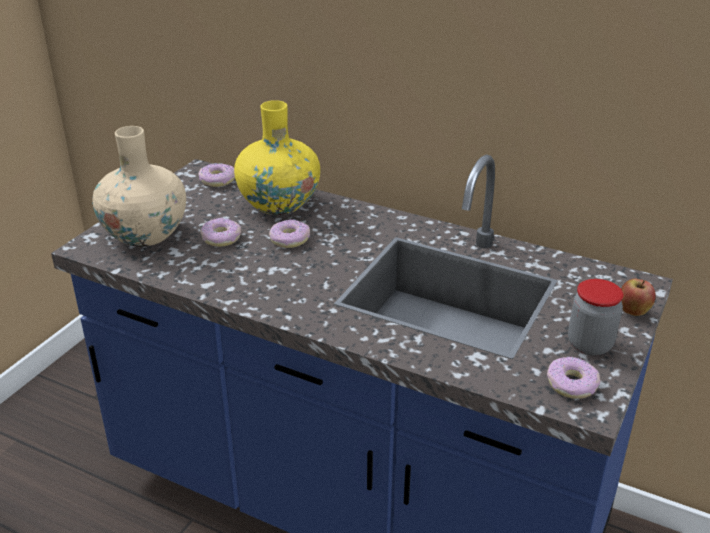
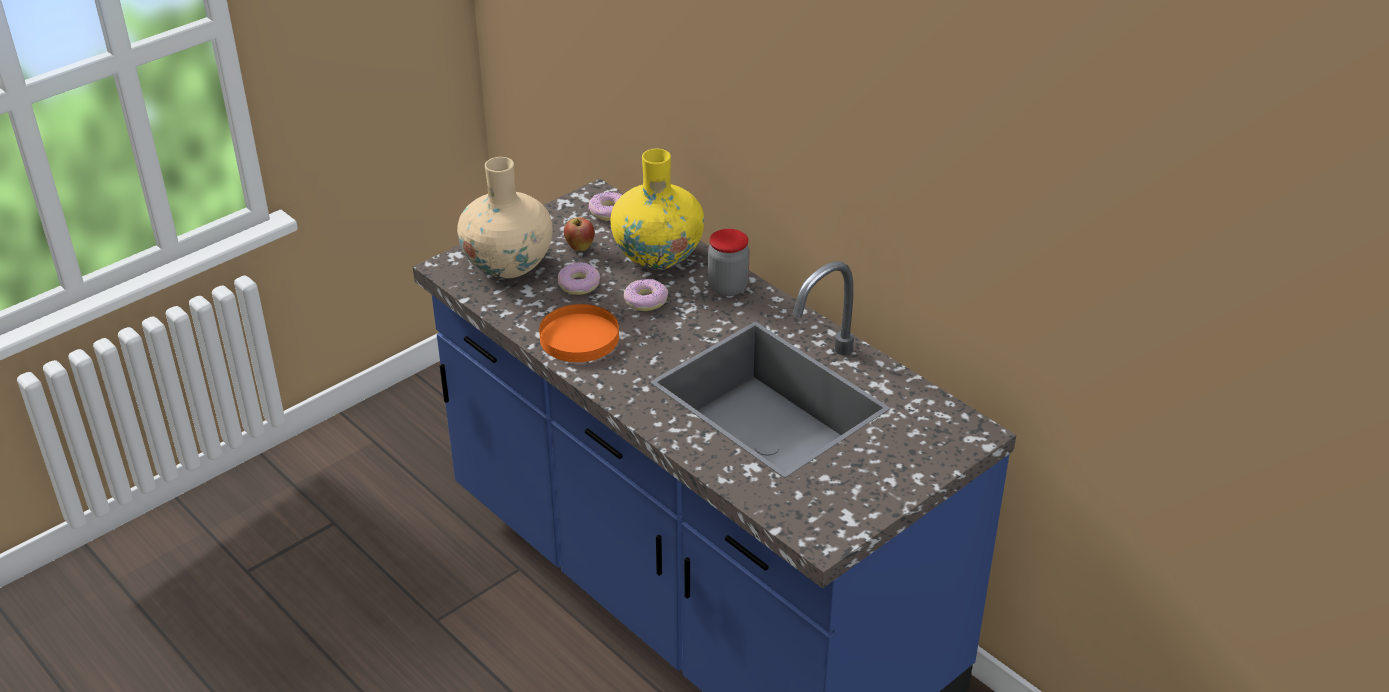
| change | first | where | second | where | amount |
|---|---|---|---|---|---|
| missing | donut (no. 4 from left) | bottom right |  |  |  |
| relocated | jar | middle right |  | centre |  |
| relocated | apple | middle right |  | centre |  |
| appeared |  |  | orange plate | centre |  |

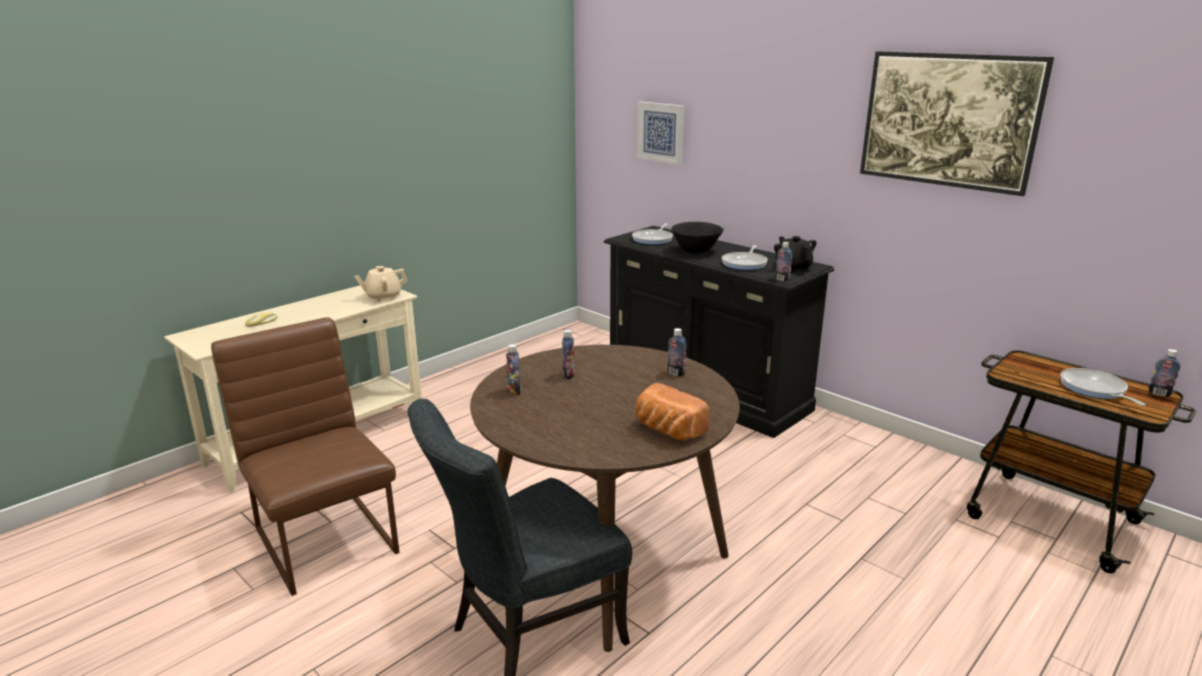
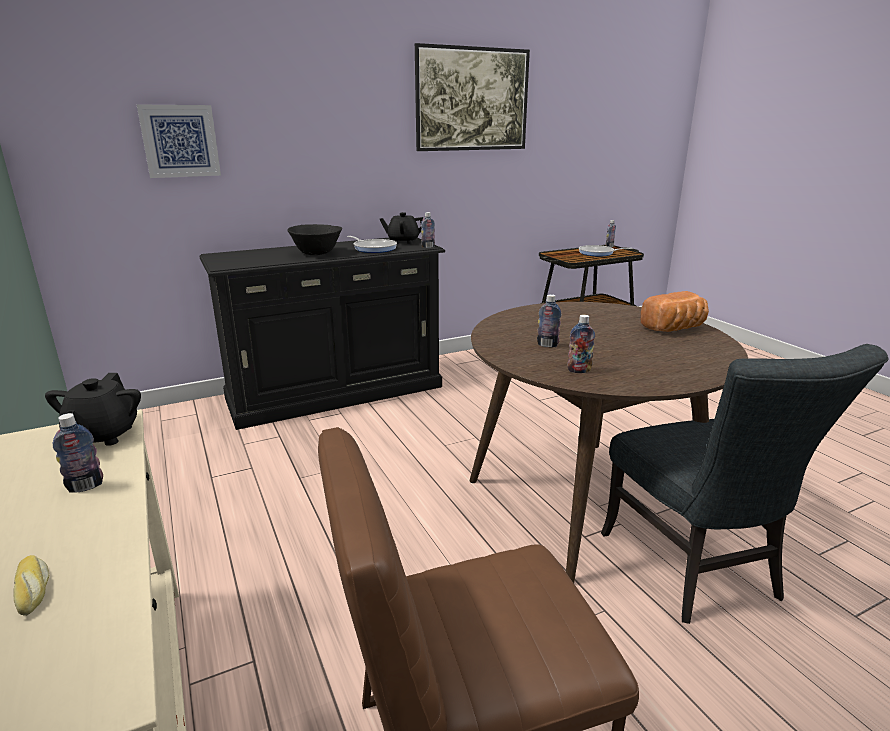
| change | first | where | second | where | amount |
|---|---|---|---|---|---|
| colour | beige teapot | middle left | black teapot (no. 1 from left) | middle left |  |
| missing | frying pan (no. 1 from left) | centre |  |  |  |
| relocated | bottle (no. 3 from left in the first image) | centre | bottle (no. 1 from left) | middle left |  |

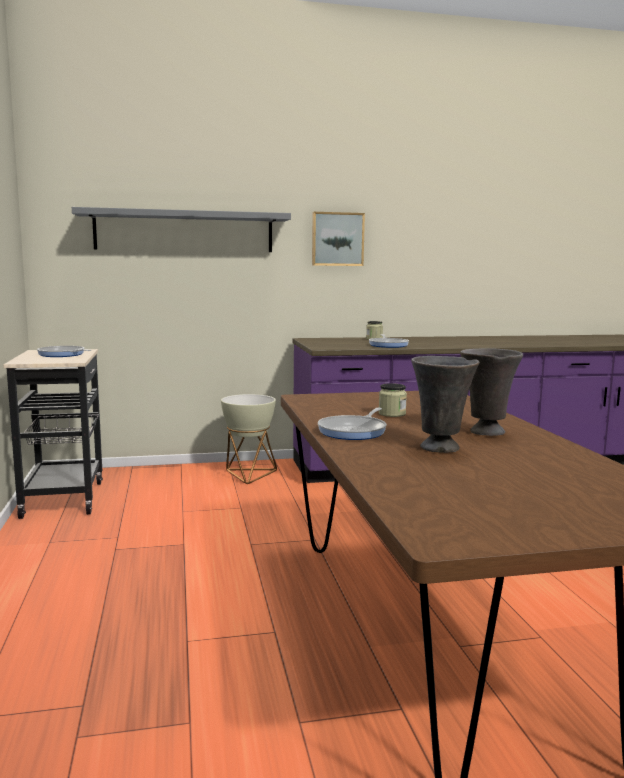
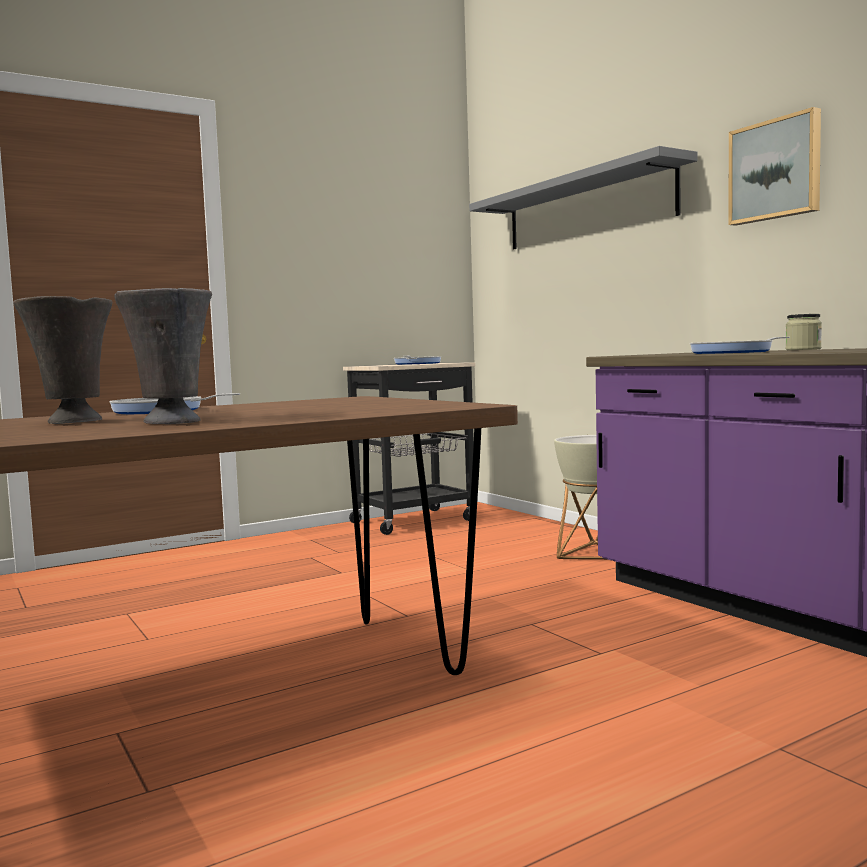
| change | first | where | second | where | amount |
|---|---|---|---|---|---|
| missing | jar (no. 2 from left) | centre |  |  |  |

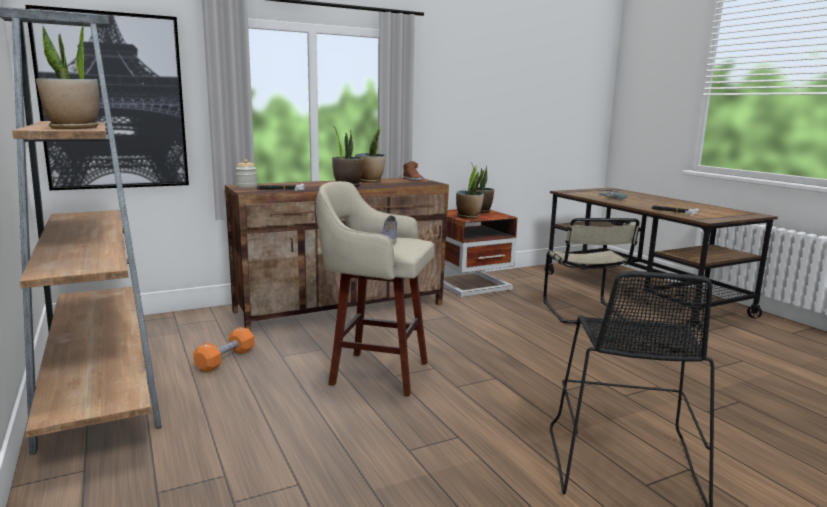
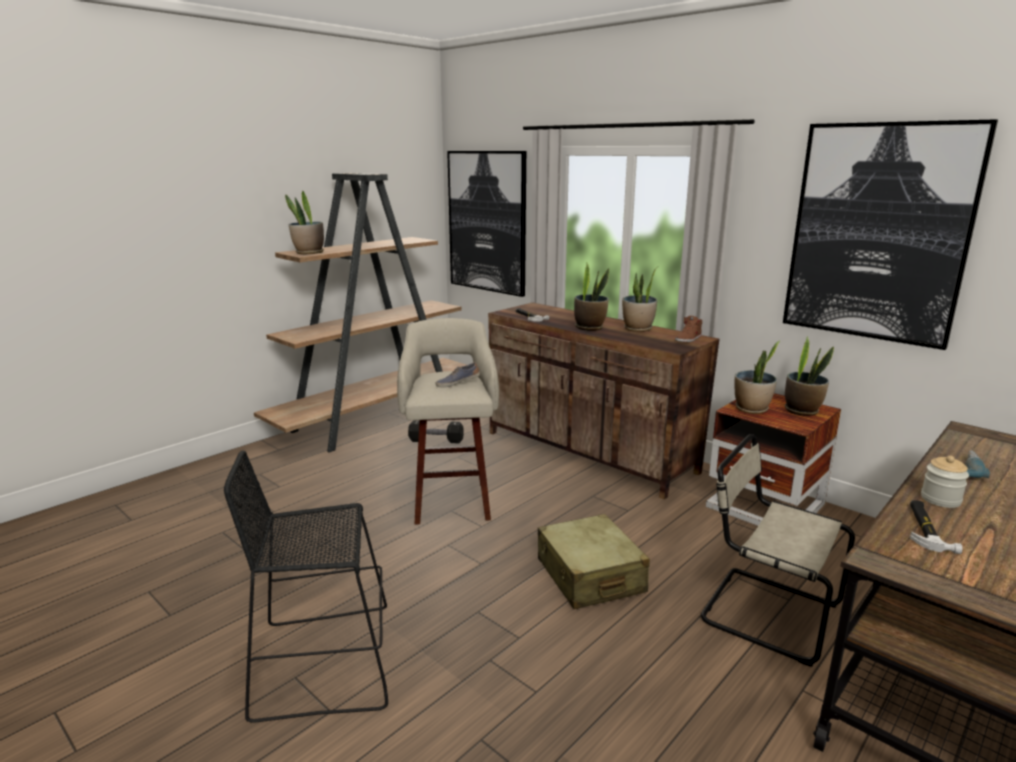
| change | first | where | second | where | amount |
|---|---|---|---|---|---|
| colour | orange dumbbell | bottom left | black dumbbell | centre |  |
| relocated | jar | middle left |  | middle right |  |
| spun | beige chair | middle right |  | bottom right | 60 degrees clockwise |
| appeared |  |  | beige suitcase | bottom centre |  |
| appeared |  |  | picture (no. 2 from left) | top right |  |

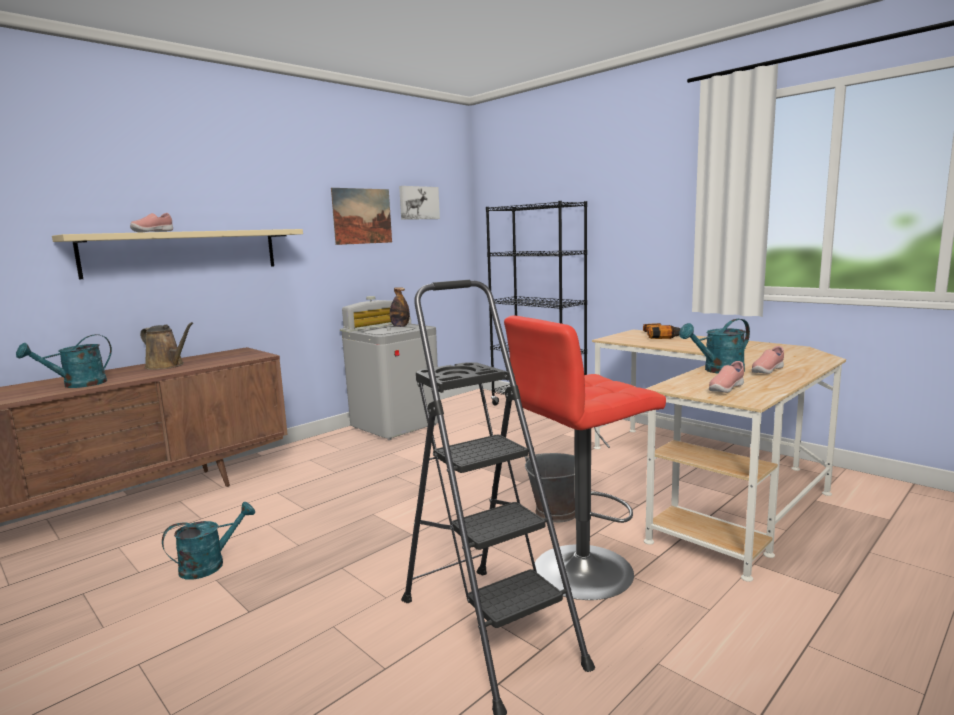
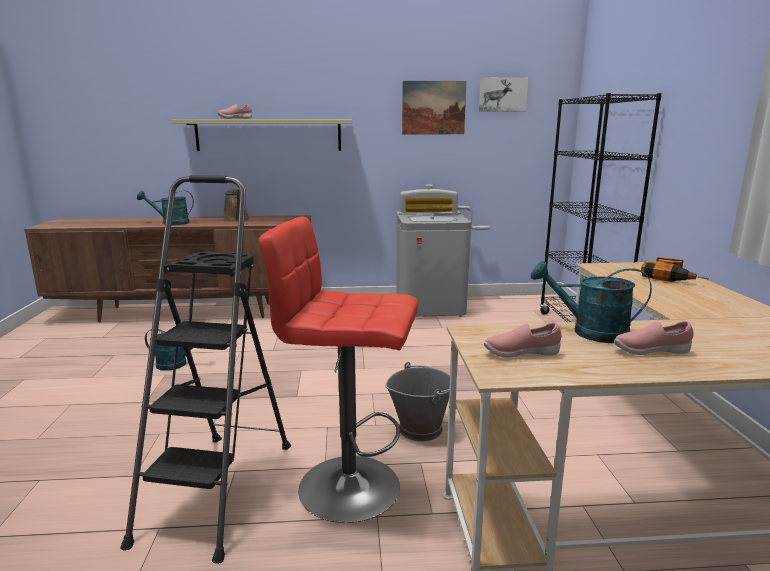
| change | first | where | second | where | amount |
|---|---|---|---|---|---|
| missing | bottle | centre |  |  |  |

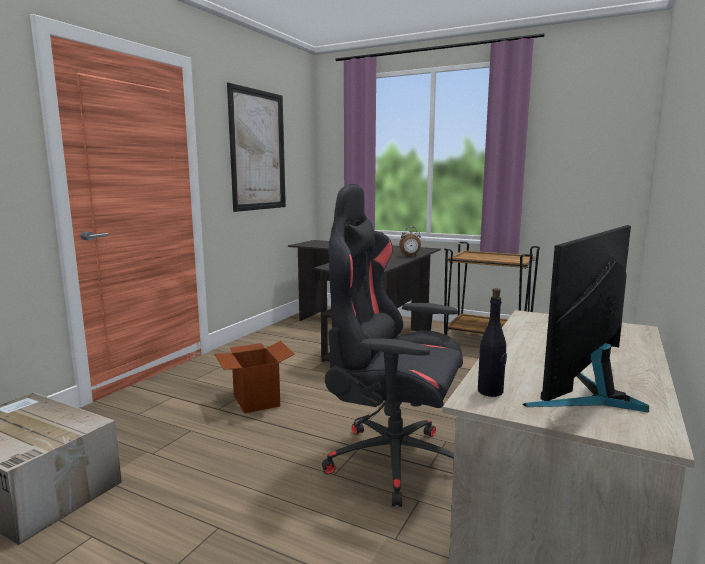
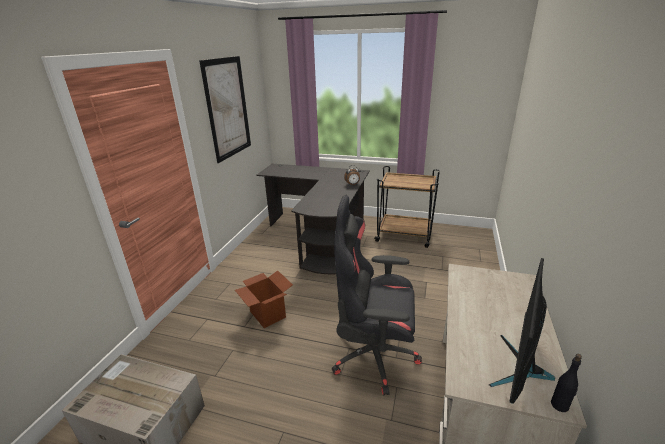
| change | first | where | second | where | amount |
|---|---|---|---|---|---|
| relocated | black bottle | middle right |  | bottom right |  |

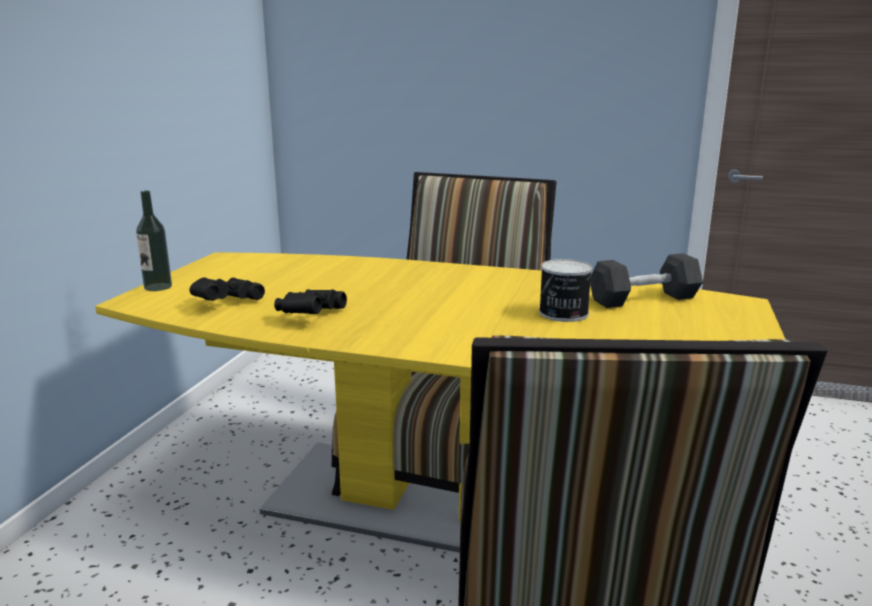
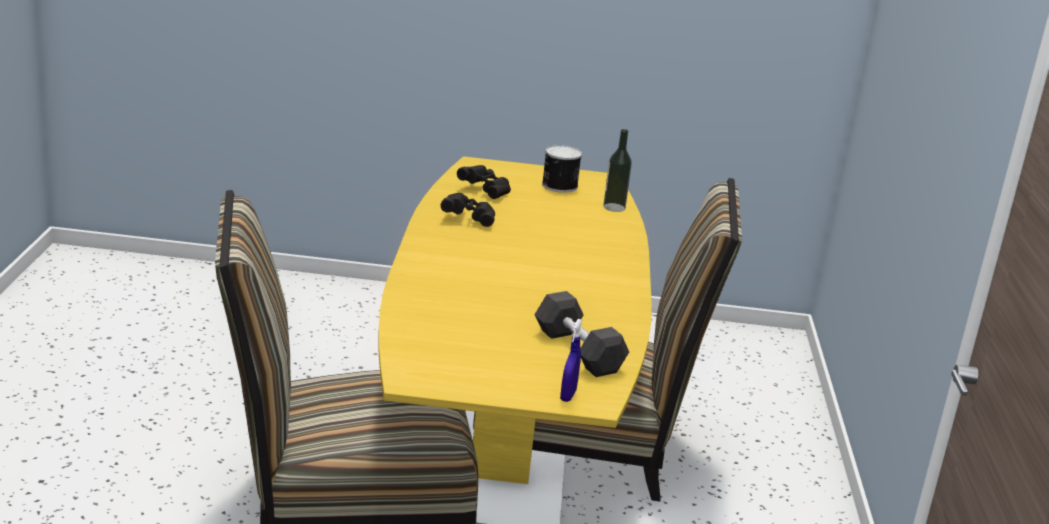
| change | first | where | second | where | amount |
|---|---|---|---|---|---|
| relocated | bottle | middle left |  | top centre |  |
| relocated | can | centre |  | top centre |  |
| appeared |  |  | blue spray bottle | bottom centre |  |

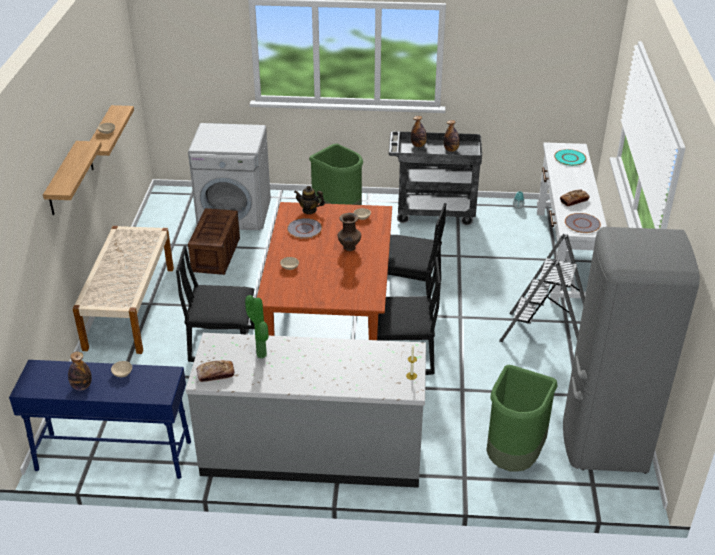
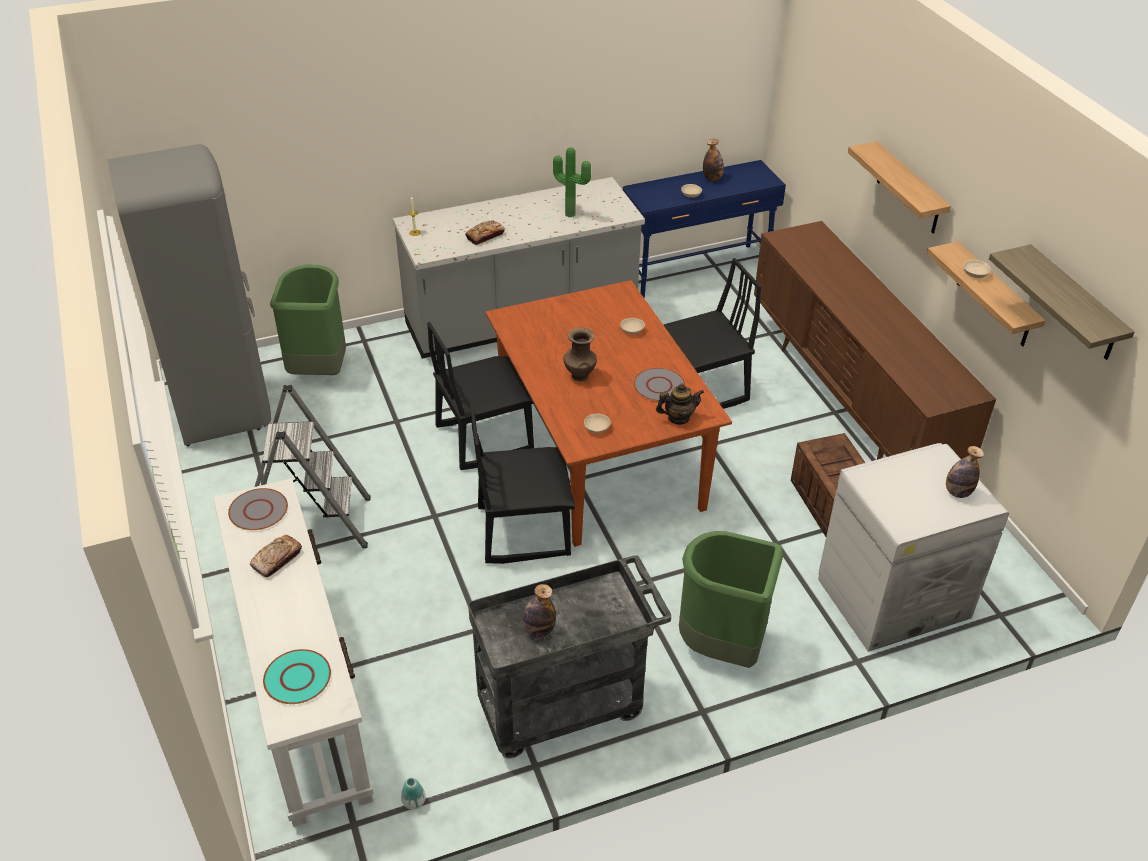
| change | first | where | second | where | amount |
|---|---|---|---|---|---|
| exchanged | beige bench | middle left | brown cabinet | middle right |  |
| relocated | bread (no. 1 from left in the first image) | bottom left | bread (no. 2 from left) | top centre |  |
| relocated | bottle (no. 2 from left in the first image) | top centre | bottle (no. 3 from left) | middle right |  |
| appeared |  |  | shelf (no. 3 from left) | middle right |  |

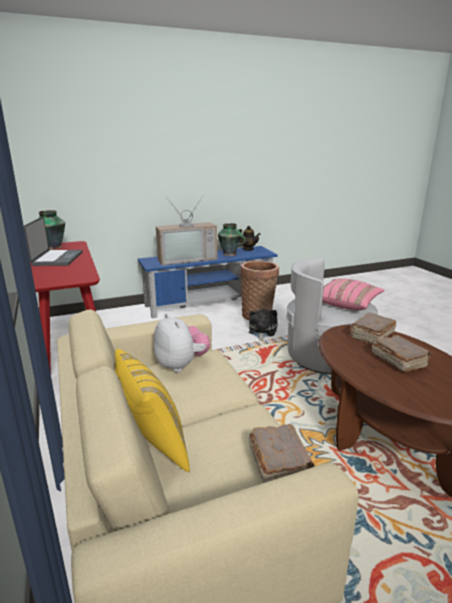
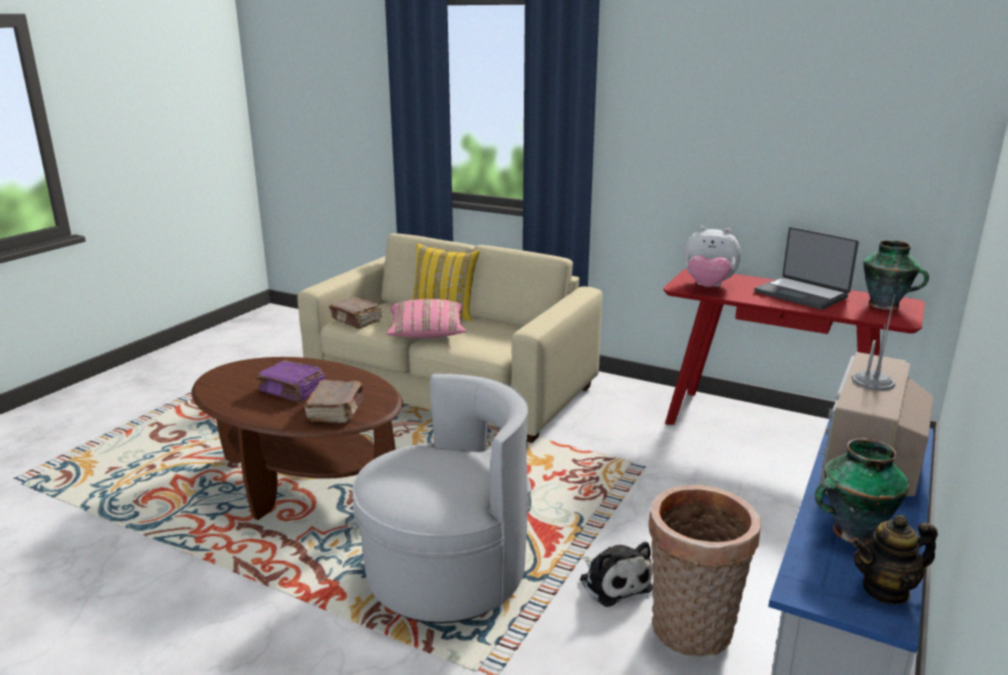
| change | first | where | second | where | amount |
|---|---|---|---|---|---|
| relocated | plush toy (no. 1 from left in the first image) | centre | plush toy (no. 2 from left) | middle right |  |
| relocated | pink pillow | middle right |  | centre |  |
| colour | brown book (no. 3 from left) | middle right | purple book | middle left |  |

